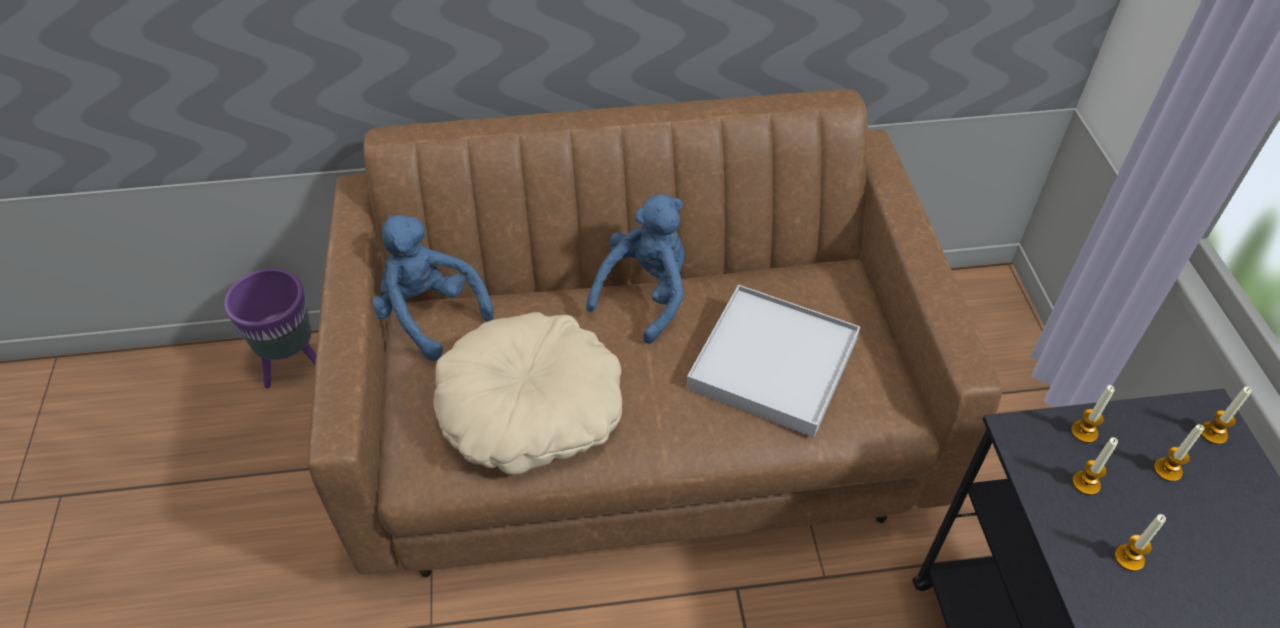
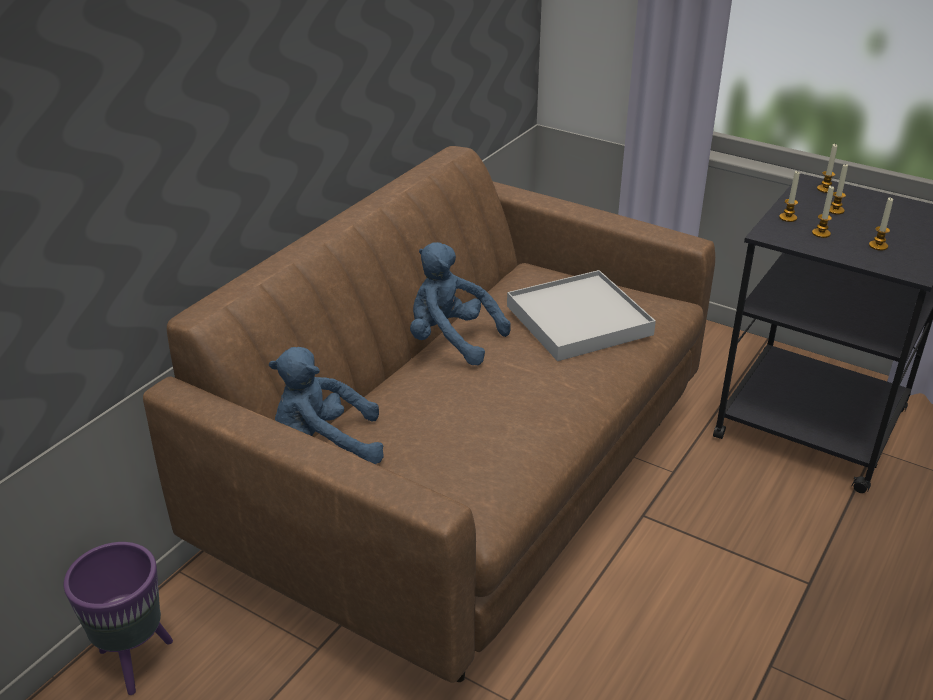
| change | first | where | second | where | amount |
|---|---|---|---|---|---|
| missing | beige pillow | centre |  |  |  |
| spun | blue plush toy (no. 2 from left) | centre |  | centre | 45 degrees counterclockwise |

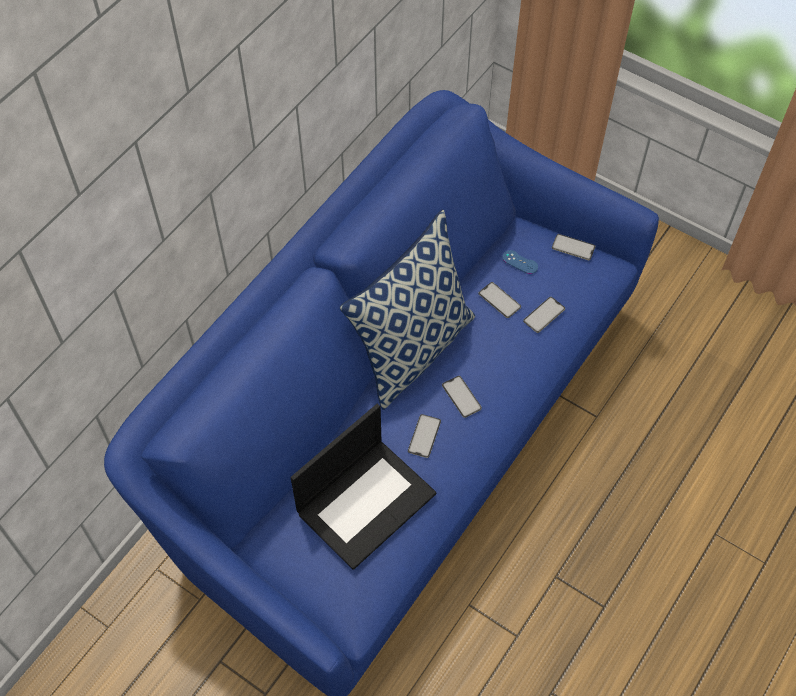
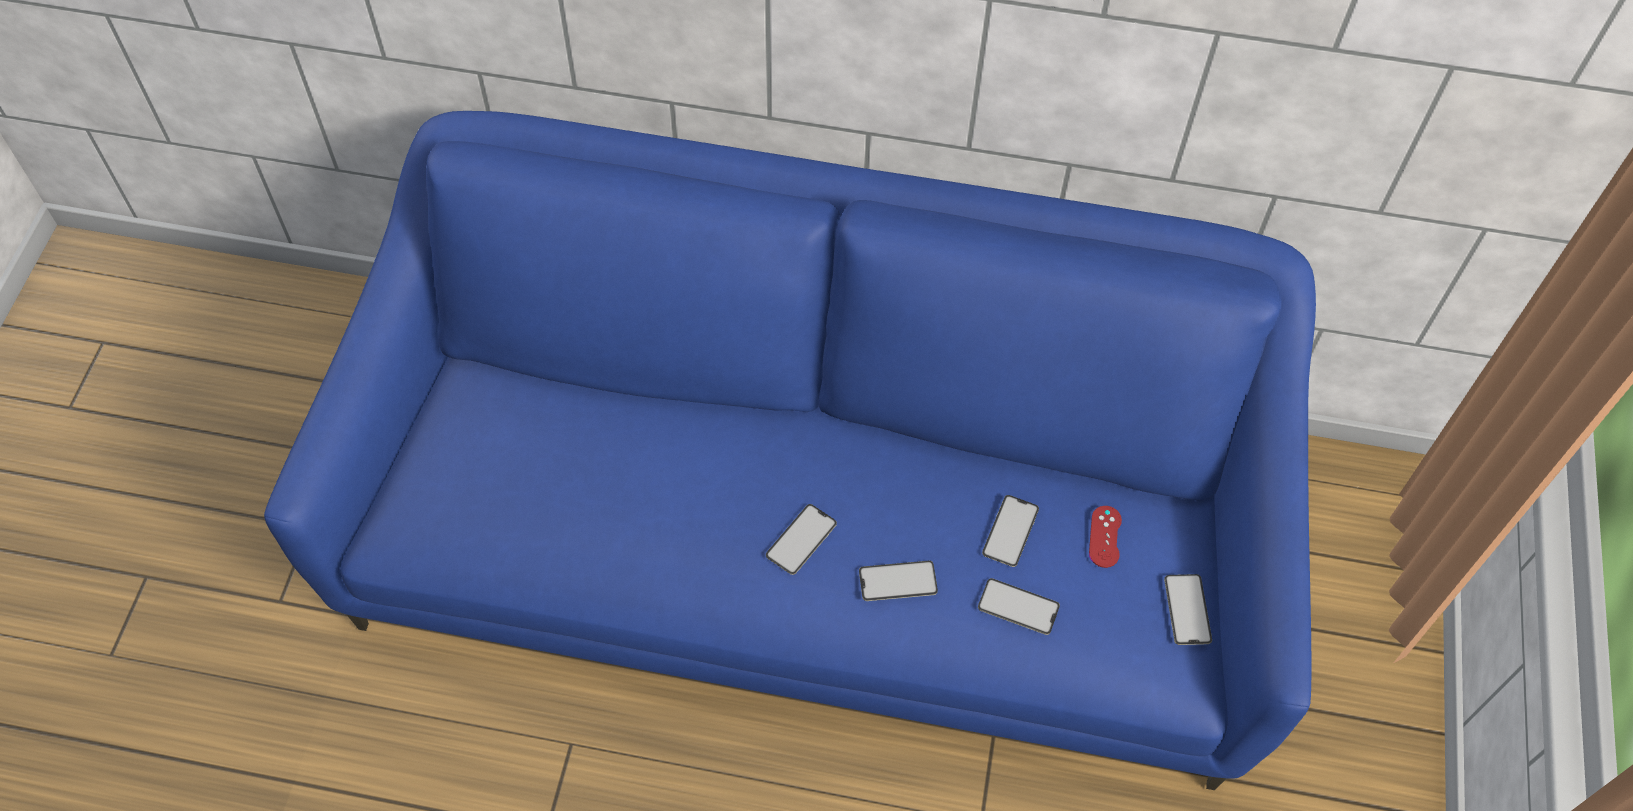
| change | first | where | second | where | amount |
|---|---|---|---|---|---|
| missing | laptop | bottom centre |  |  |  |
| missing | pillow | centre |  |  |  |
| relocated | phone (no. 1 from left in the first image) | centre | phone (no. 2 from left) | bottom centre |  |
| colour | blue game controller | centre | red game controller | middle right |  |

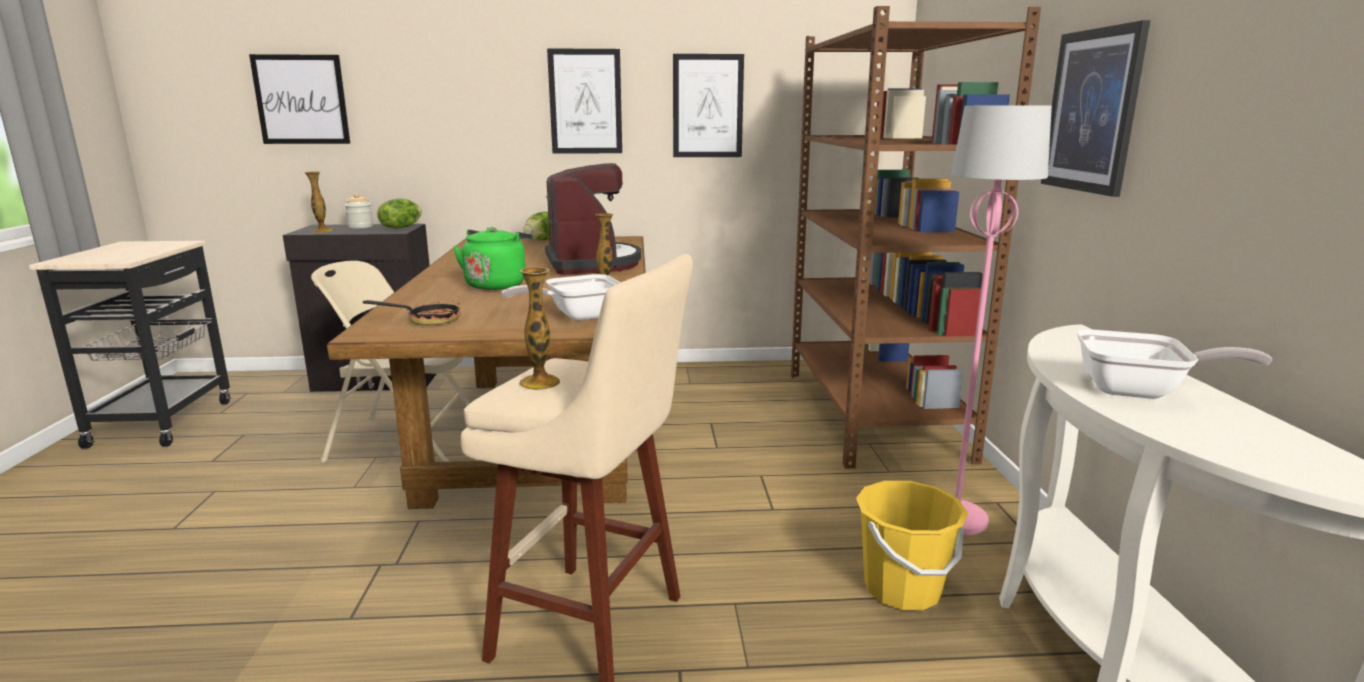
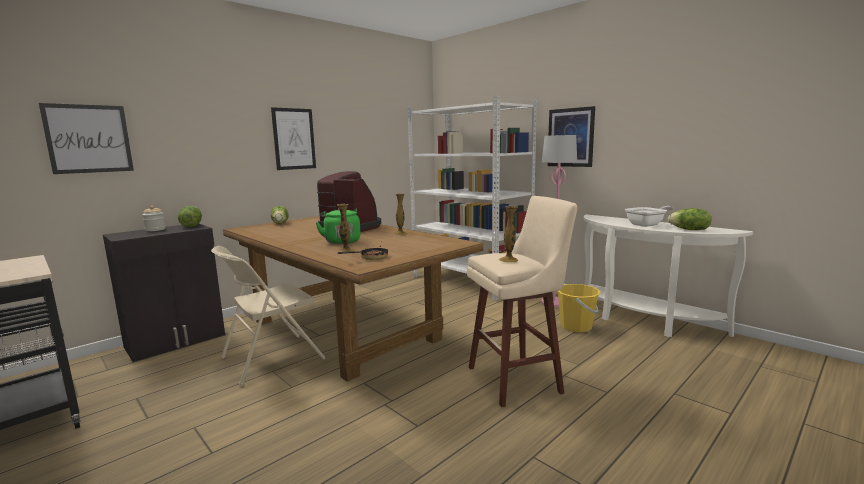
| change | first | where | second | where | amount |
|---|---|---|---|---|---|
| relocated | vase (no. 1 from left) | top left |  | centre |  |
| missing | frying pan (no. 2 from left) | centre |  |  |  |
| missing | picture (no. 3 from left) | top centre |  |  |  |
| colour | brown bookcase | middle right | white bookcase | centre |  |
| appeared |  |  | lettuce (no. 3 from left) | middle right |  |

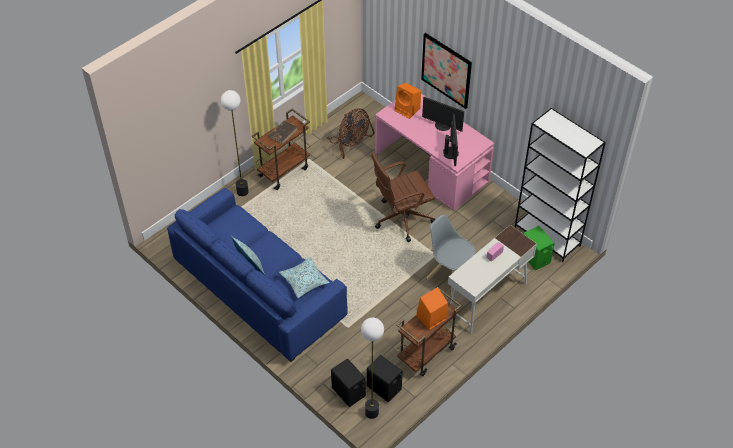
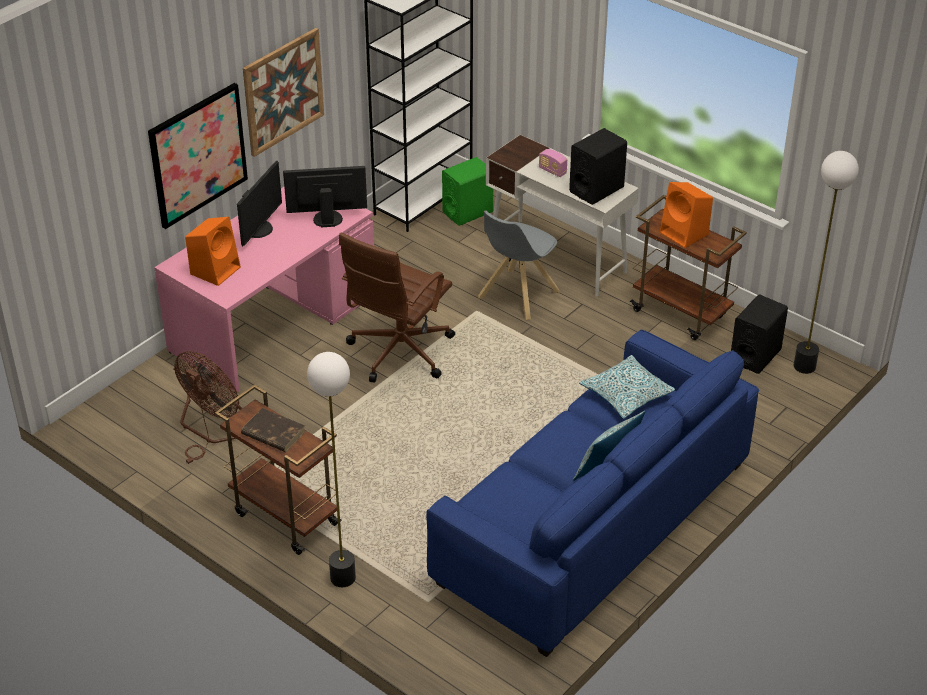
| change | first | where | second | where | amount |
|---|---|---|---|---|---|
| relocated | black speaker (no. 1 from left) | bottom centre |  | top centre |  |
| spun | brown office chair | centre |  | centre | 60 degrees clockwise |
| appeared |  |  | picture (no. 2 from left) | top left |  |

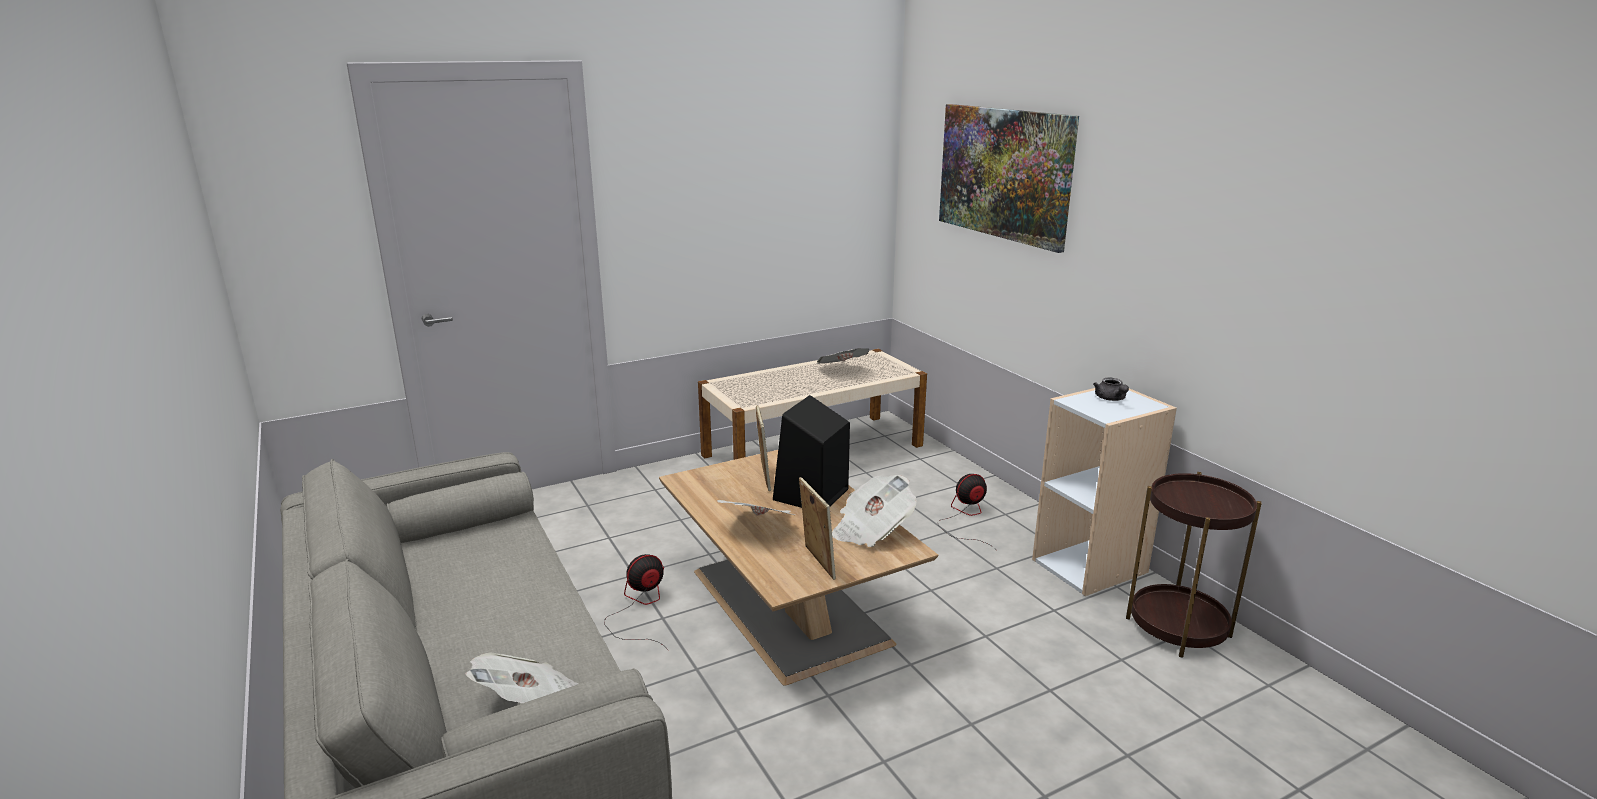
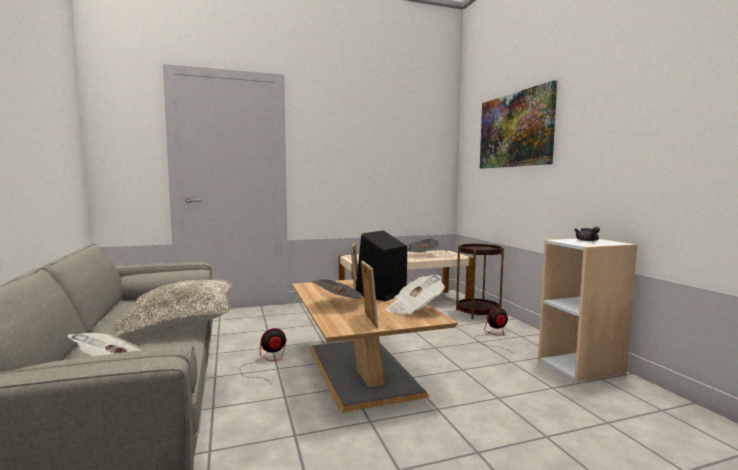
| change | first | where | second | where | amount |
|---|---|---|---|---|---|
| relocated | brown side table | bottom right |  | centre |  |
| appeared |  |  | beige pillow | middle left |  |

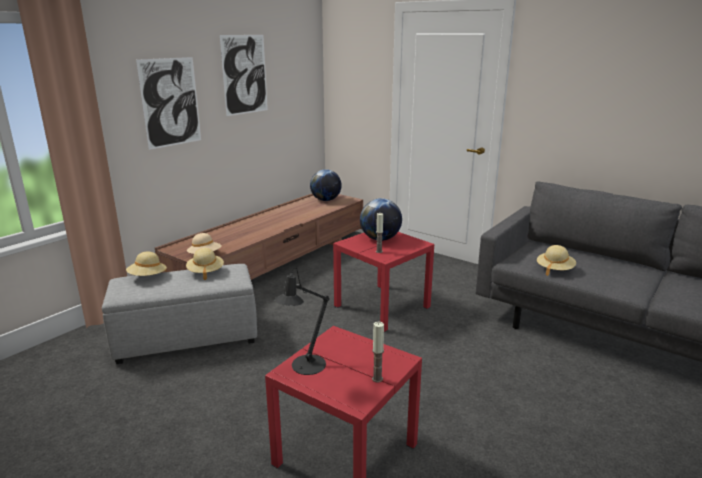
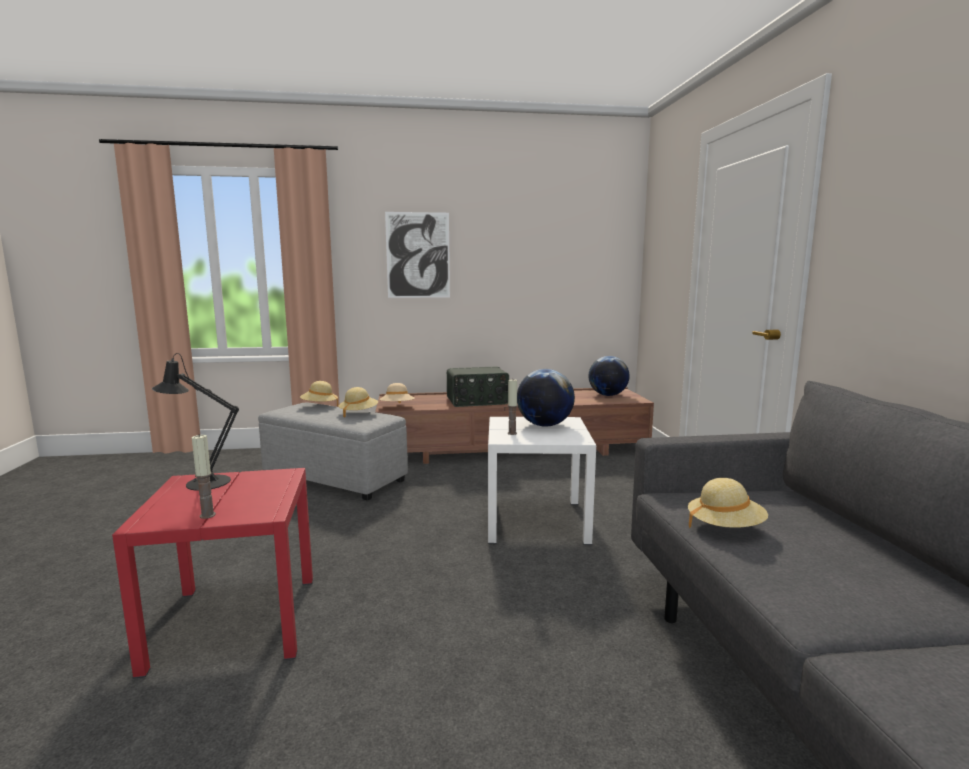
| change | first | where | second | where | amount |
|---|---|---|---|---|---|
| missing | picture (no. 2 from left) | top centre |  |  |  |
| colour | red side table (no. 2 from left) | centre | white side table | centre |  |
| appeared |  |  | radio | centre |  |

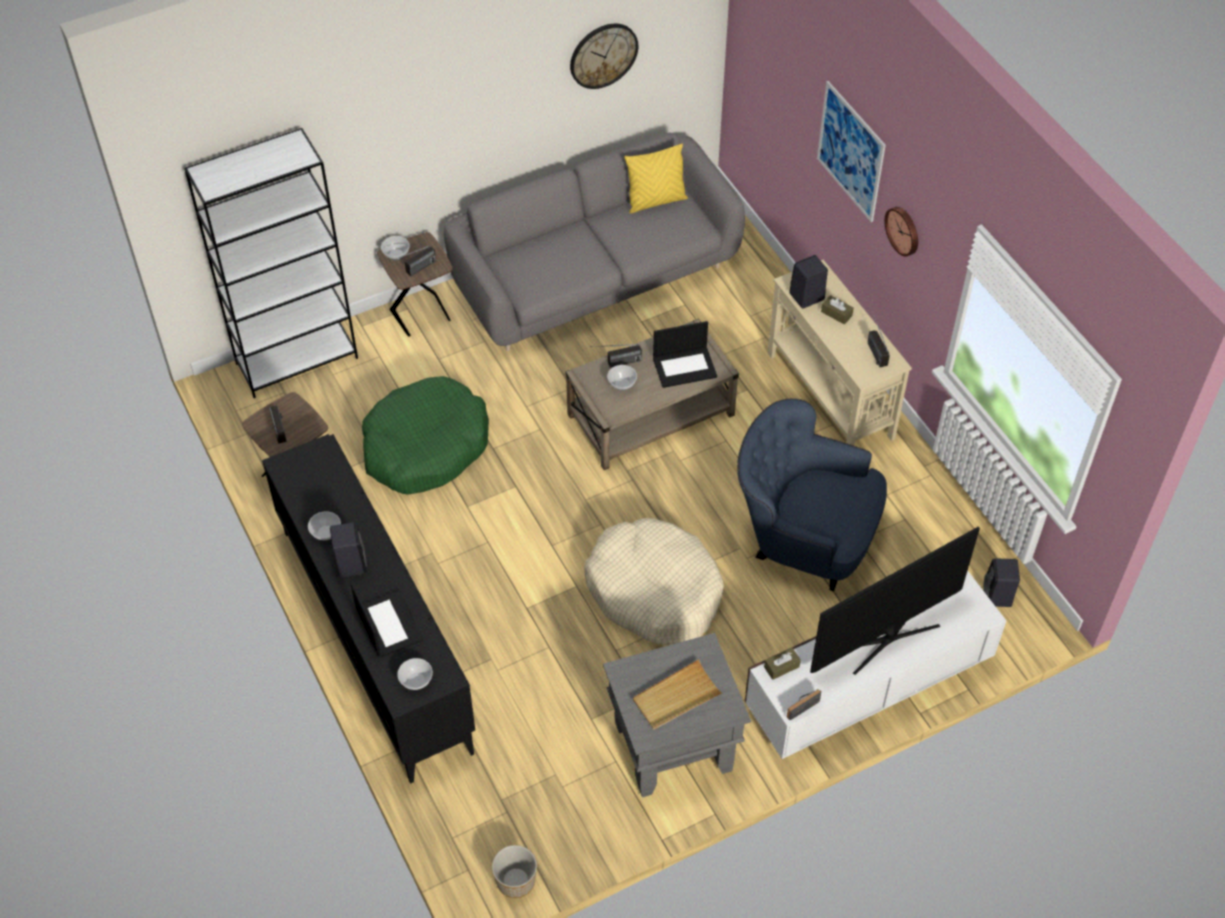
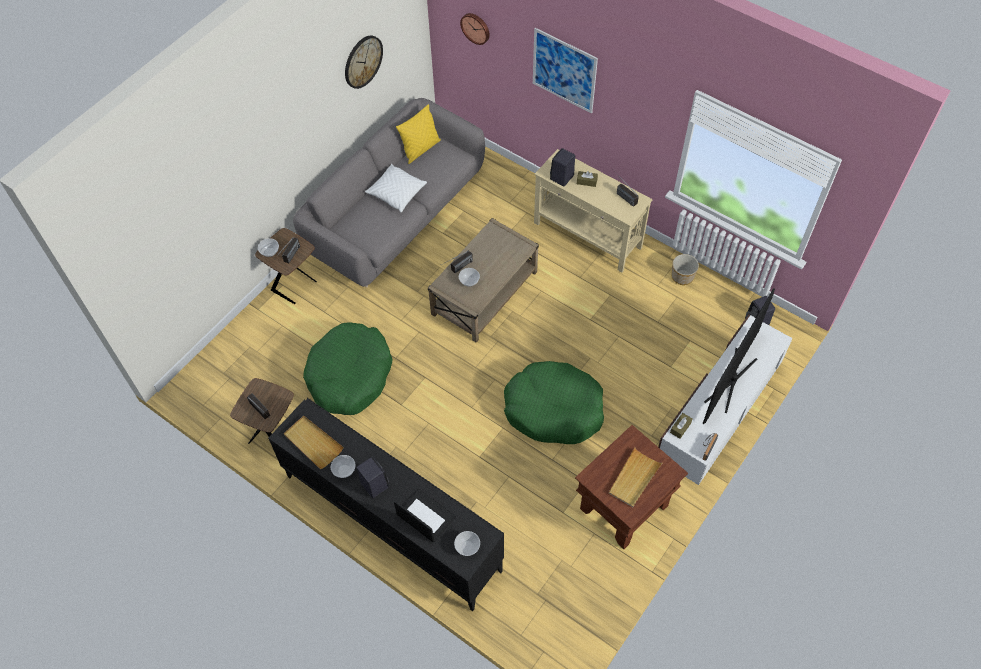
| change | first | where | second | where | amount |
|---|---|---|---|---|---|
| missing | white bookcase | top left |  |  |  |
| relocated | planter | bottom centre |  | middle right |  |
| colour | beige dog bed | centre | green dog bed (no. 2 from left) | centre |  |
| colour | grey side table | bottom centre | brown side table (no. 3 from left) | bottom centre |  |
| missing | laptop (no. 2 from left) | centre |  |  |  |
| missing | blue armchair | centre |  |  |  |
| relocated | wall clock (no. 2 from left) | top right |  | top centre |  |
| appeared |  |  | beige tray (no. 1 from left) | middle left |  |
| appeared |  |  | white pillow | top centre |  |

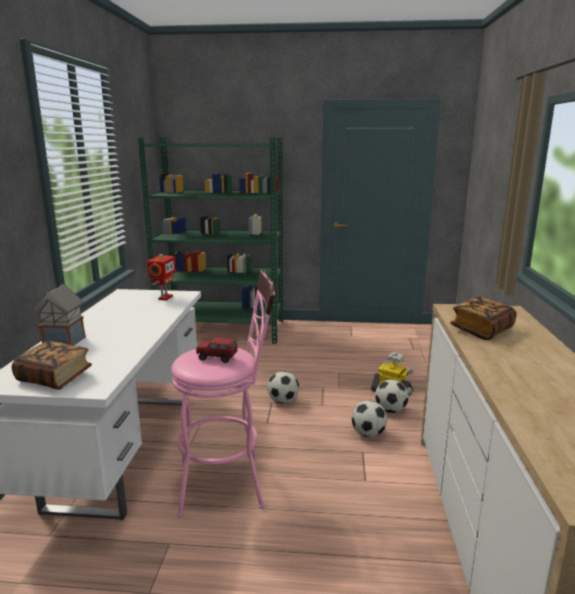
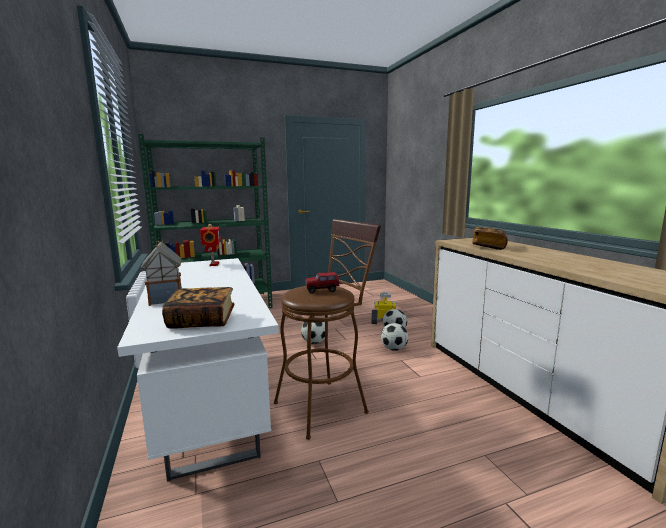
| change | first | where | second | where | amount |
|---|---|---|---|---|---|
| colour | pink stool | centre | brown stool | centre |  |

